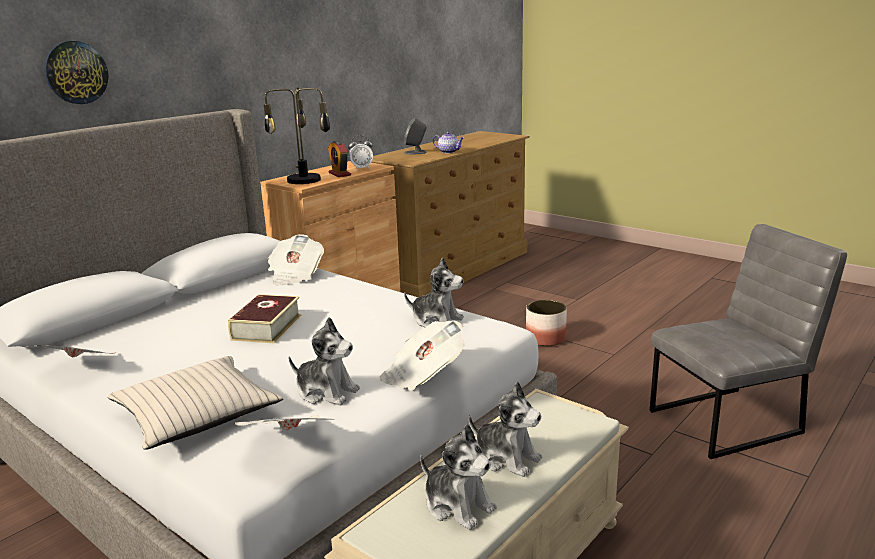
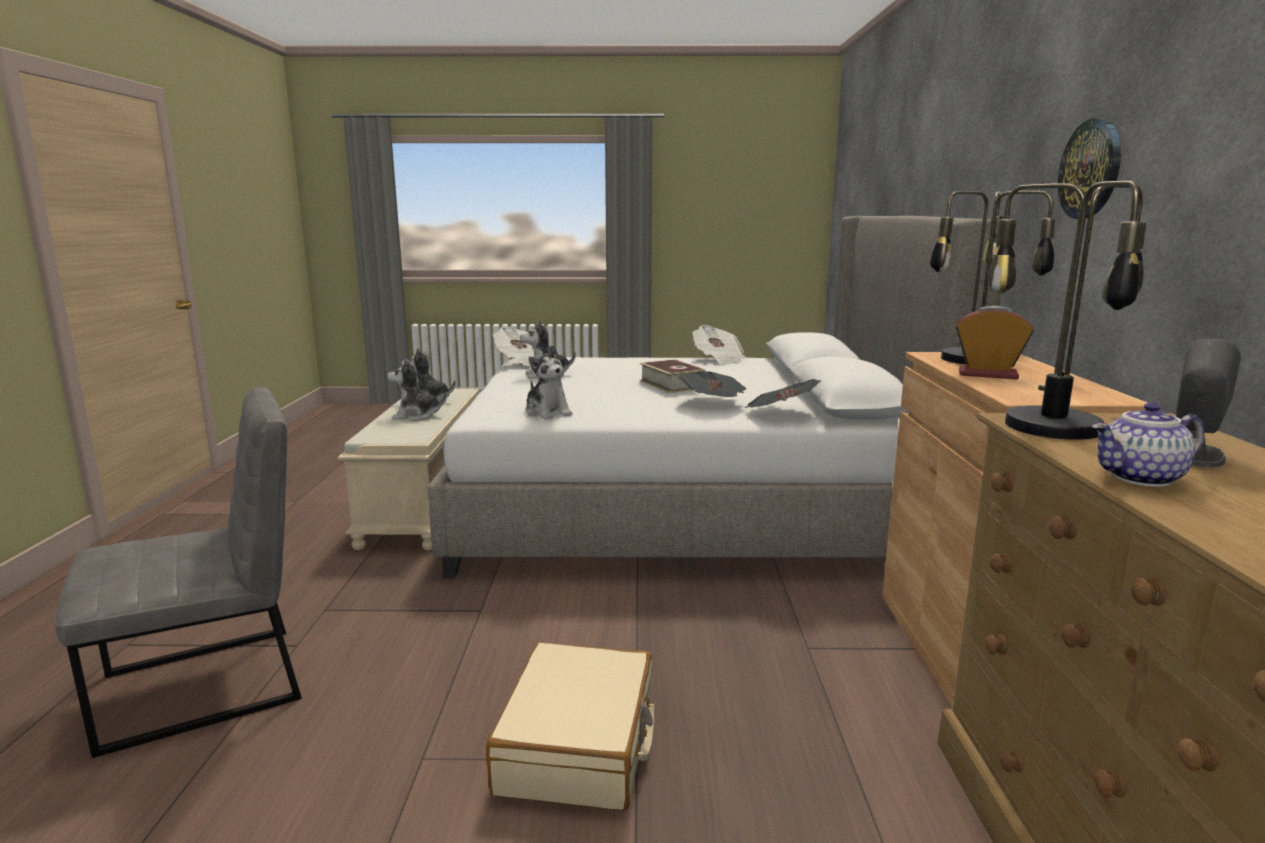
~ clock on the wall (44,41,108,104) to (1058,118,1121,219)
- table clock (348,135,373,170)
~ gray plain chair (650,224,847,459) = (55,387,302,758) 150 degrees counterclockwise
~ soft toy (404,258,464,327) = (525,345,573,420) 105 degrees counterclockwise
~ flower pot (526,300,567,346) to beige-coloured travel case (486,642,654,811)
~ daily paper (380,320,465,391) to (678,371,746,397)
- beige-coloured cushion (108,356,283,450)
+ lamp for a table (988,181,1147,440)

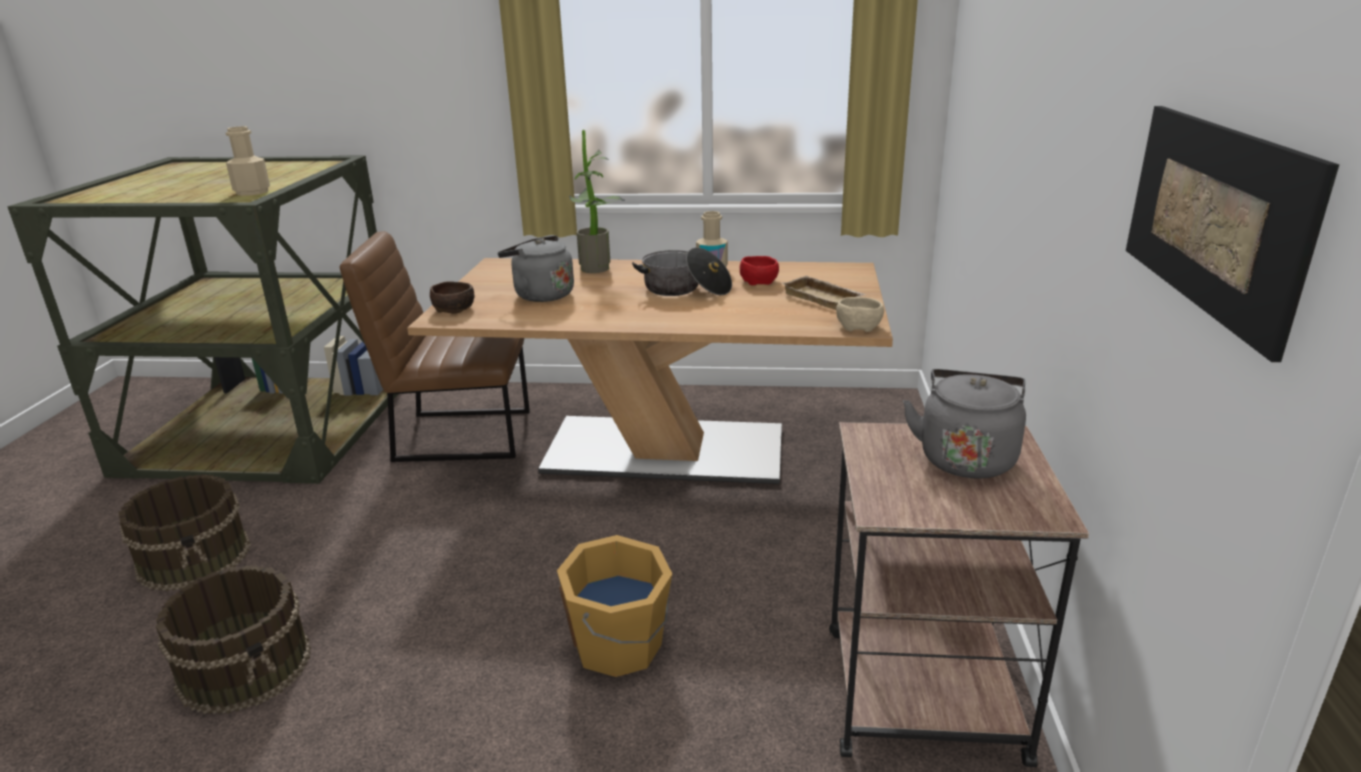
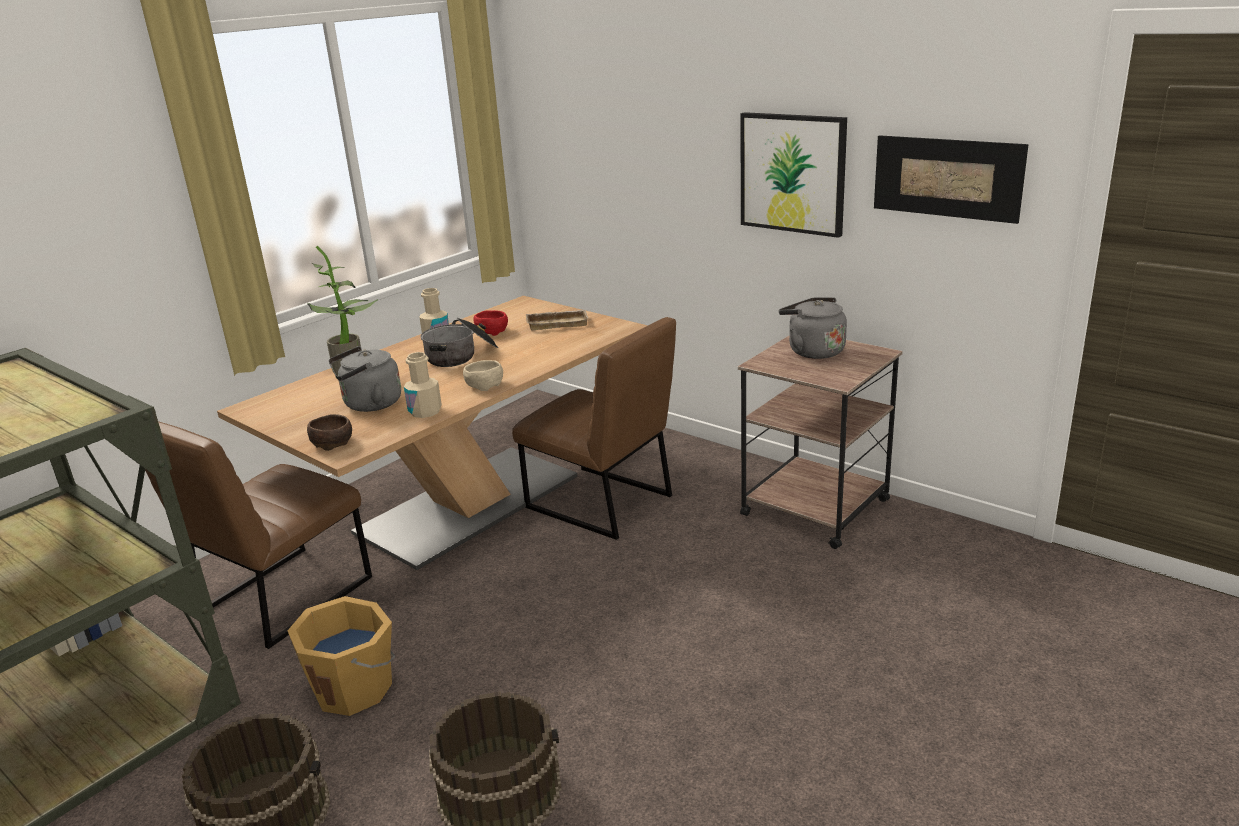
~ beige-coloured drink bottle (226,126,270,196) to (404,352,442,418)
~ beige-coloured serving bowl (836,297,884,332) to (463,360,503,391)
~ orange-coloured pail (557,535,673,677) to (288,596,396,716)
+ wall picture (740,112,847,238)
+ brown-coloured plain chair (512,317,676,540)

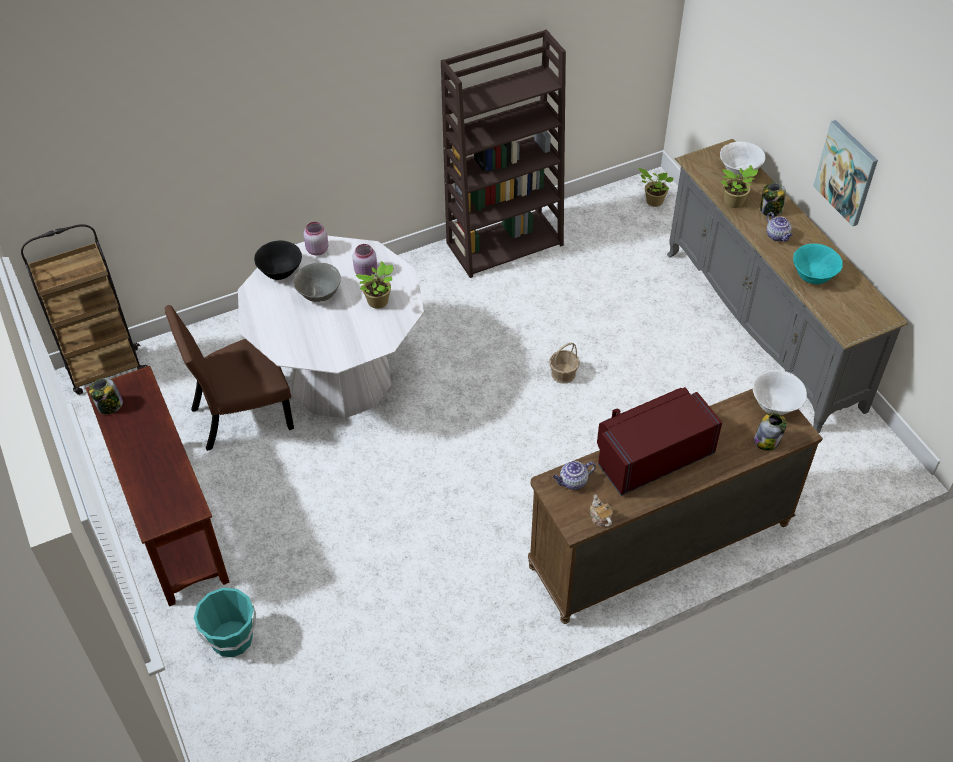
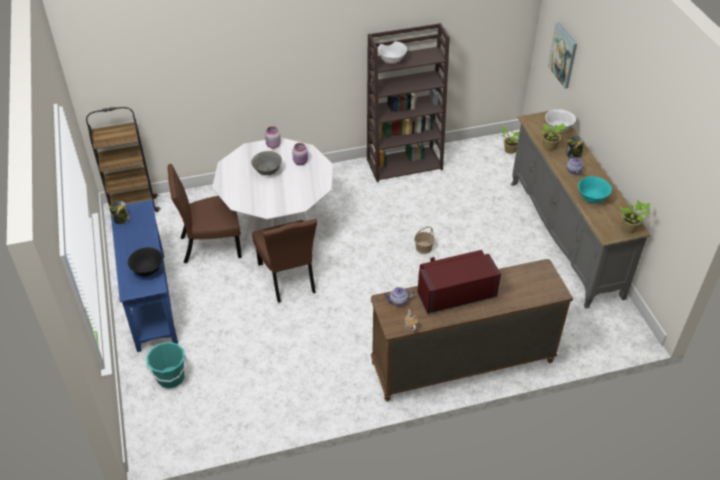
~ wall picture (813,120,878,226) to (548,22,577,88)
~ blackish serving bowl (254,241,302,280) to (128,247,163,276)
~ potted plant (356,261,393,309) to (619,200,651,233)
~ brown-coloured console table (86,366,230,606) to blue-coloured console table (111,200,178,352)
~ whitish serving bowl (753,370,807,415) to (378,41,407,64)
- preserve jar (754,413,787,451)
+ brown-coloured plain chair (252,219,317,303)

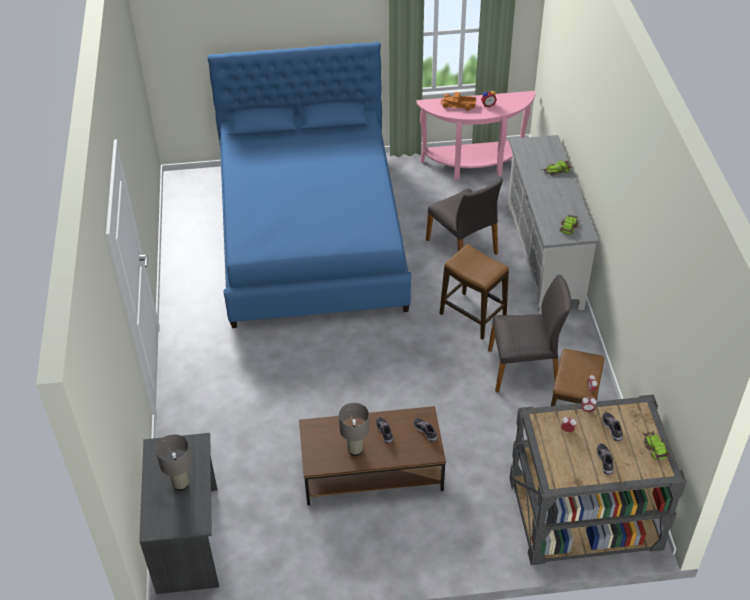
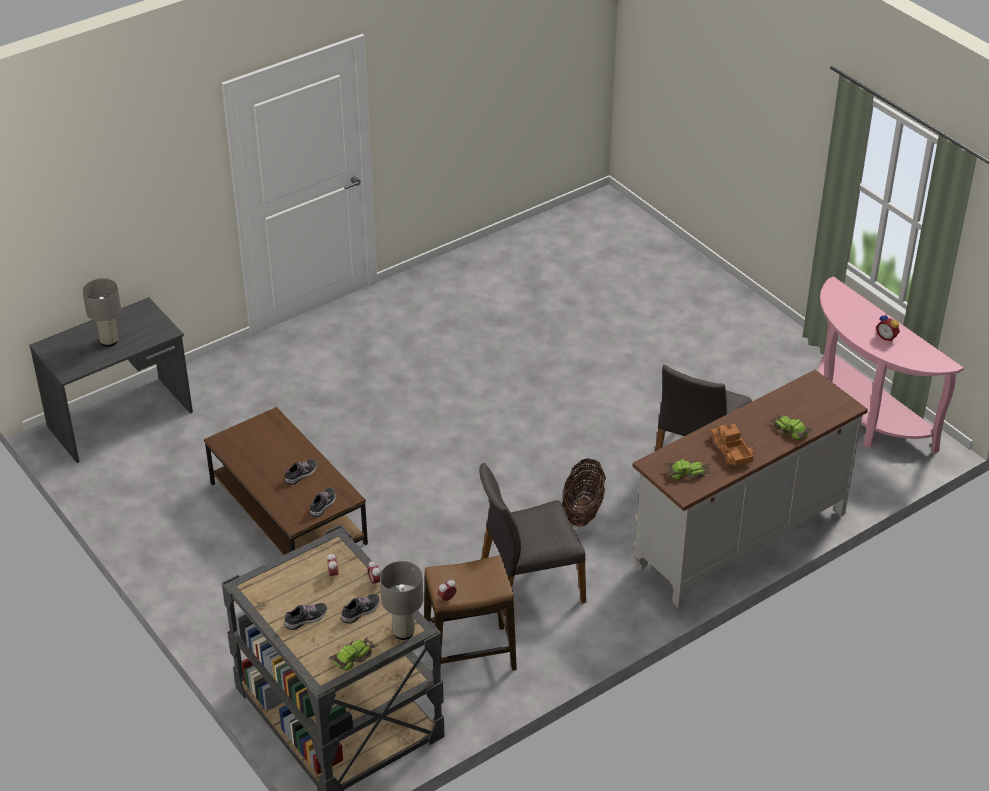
- blue-coloured bed (208,42,412,328)
~ model truck (441,92,476,111) to (710,424,754,466)
~ gray dresser (507,135,599,314) to brown-coloured dresser (632,370,868,608)
~ stool (440,244,509,340) to storage basket (562,458,606,527)
~ gray plain chair (488,274,572,392) = (479,463,586,617) 105 degrees clockwise
~ gray lamp for a table (339,403,369,456) to (380,561,423,640)

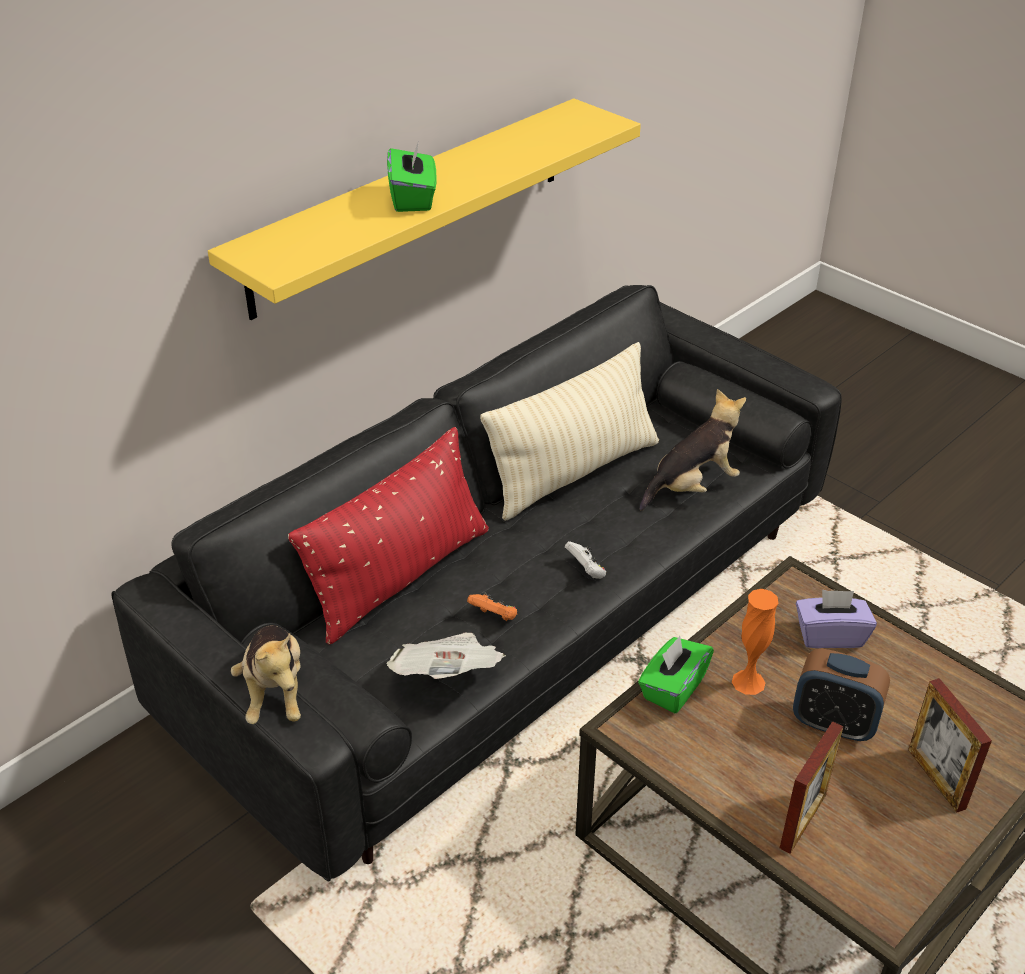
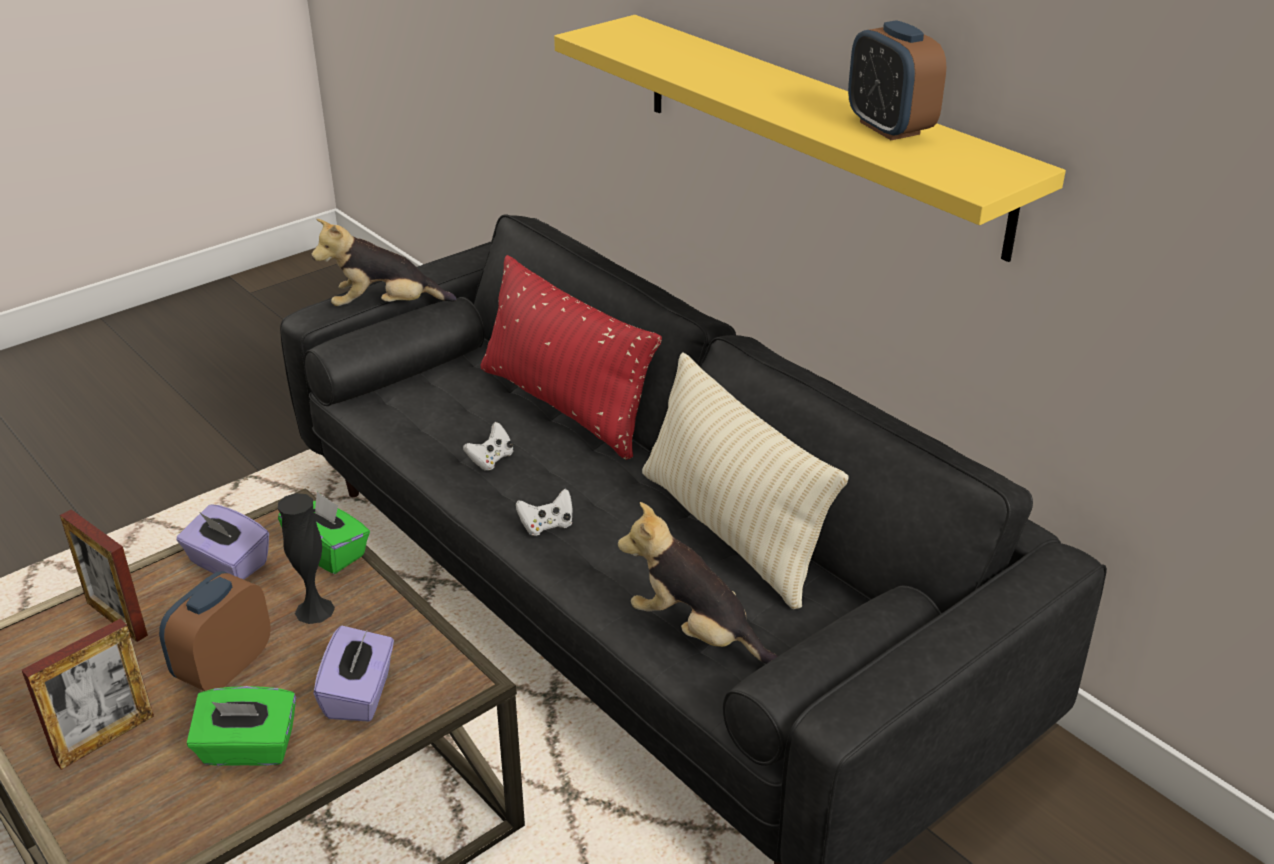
~ green tissue box (387,143,436,212) to (187,686,296,766)
~ soft toy (639,389,746,511) = (618,502,778,664) 150 degrees clockwise
~ orange-coloured vase (732,589,778,695) to blackish vase (278,493,335,624)
~ orange-coloured game controller (467,592,517,621) to whitish game controller (463,422,513,471)
- daily paper (386,633,506,679)
~ picture frame (908,678,992,813) = (22,618,154,770) 150 degrees clockwise
+ table clock (848,20,946,140)
+ purple-coloured tissue box (176,505,269,580)

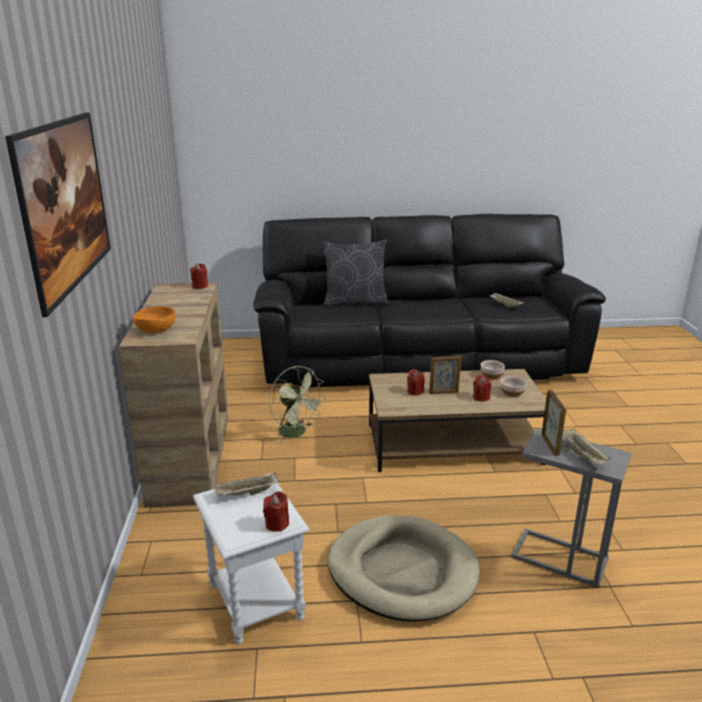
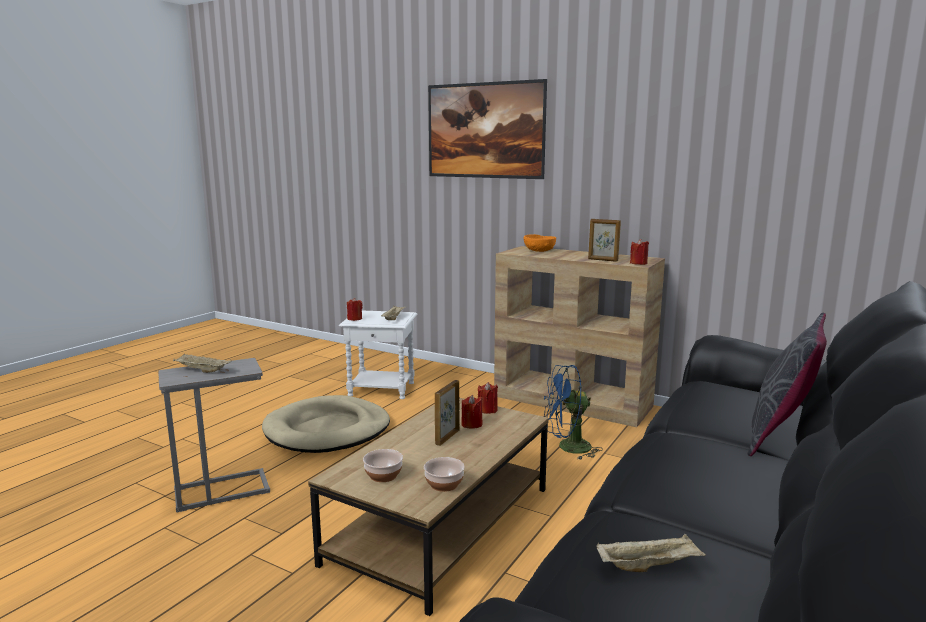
~ green fan (269,366,326,443) to blue-coloured fan (544,365,603,460)
~ red-coloured wax candle (473,375,491,402) to (478,382,498,414)
~ picture frame (541,390,566,456) to (588,219,621,262)

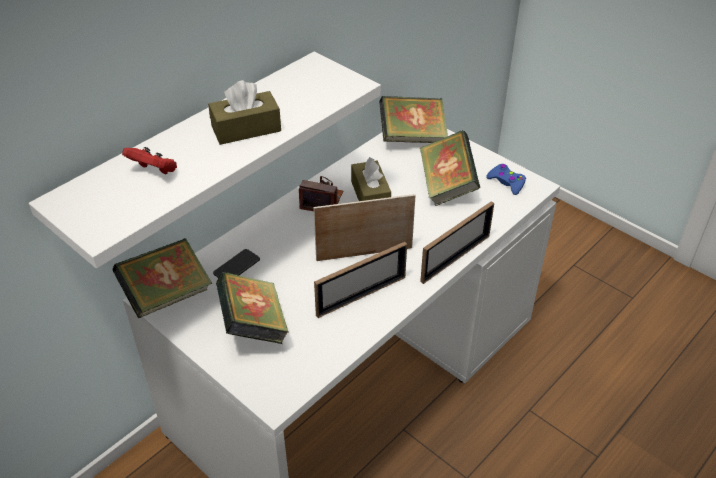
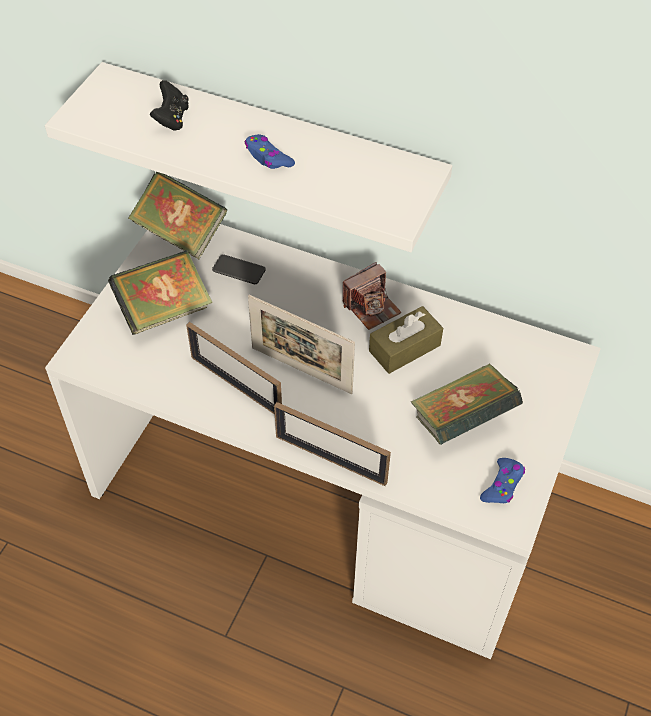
~ brown-coloured tissue box (208,80,281,145) to blue-coloured game controller (245,134,295,169)
- bound book (379,96,448,143)
~ red-coloured game controller (122,147,177,175) to blackish game controller (150,80,189,131)
~ photo camera (299,176,343,211) = (343,262,401,330) 60 degrees clockwise
~ picture frame (313,194,416,261) = (248,295,355,394) 150 degrees clockwise

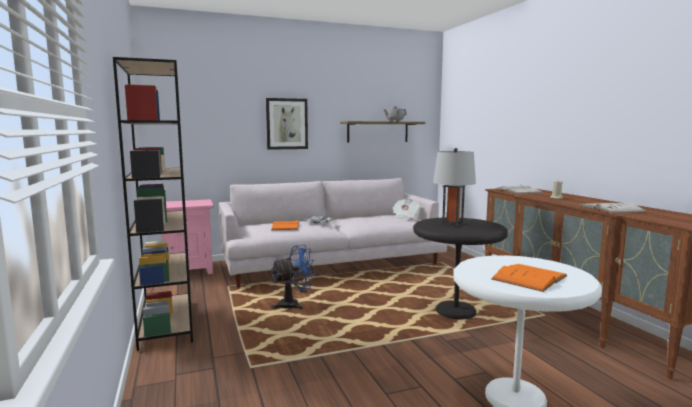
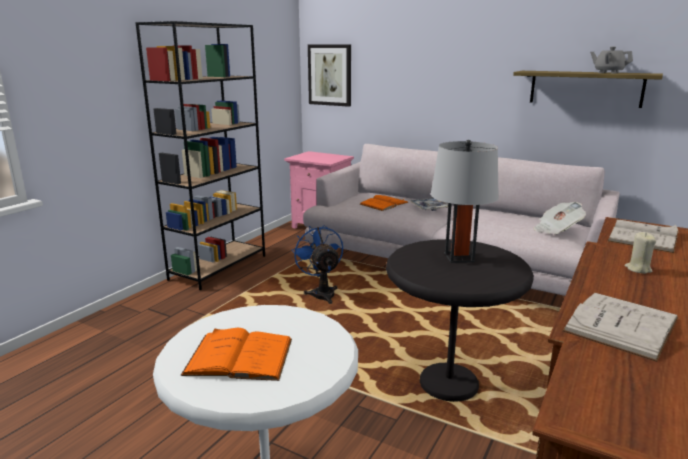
~ wall picture (266,98,308,150) to (308,44,351,107)
~ blue-coloured fan (271,245,316,309) = (292,225,343,304) 135 degrees counterclockwise

